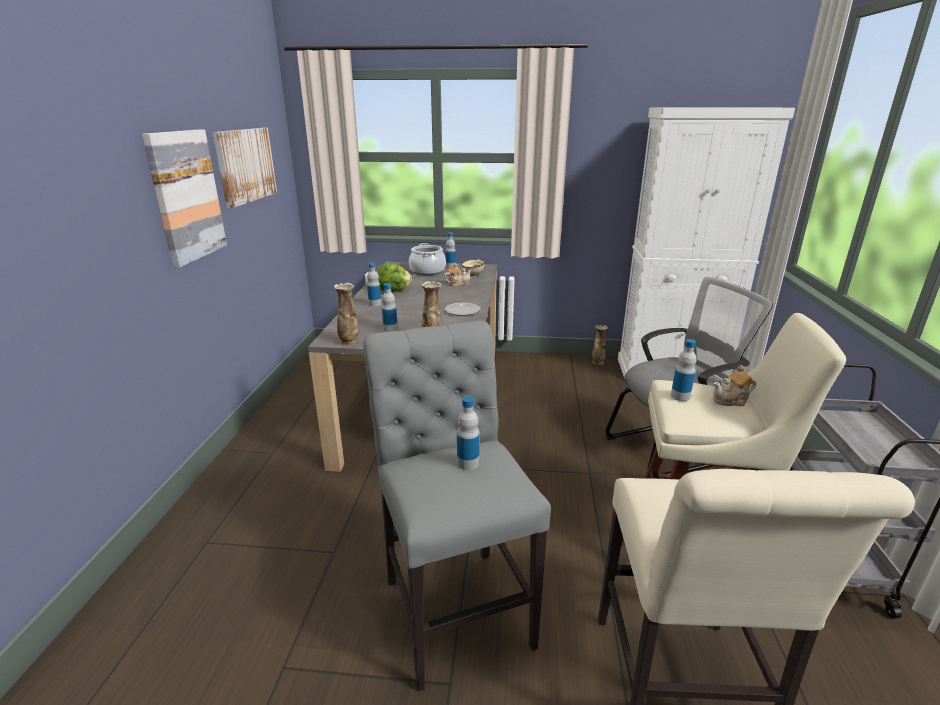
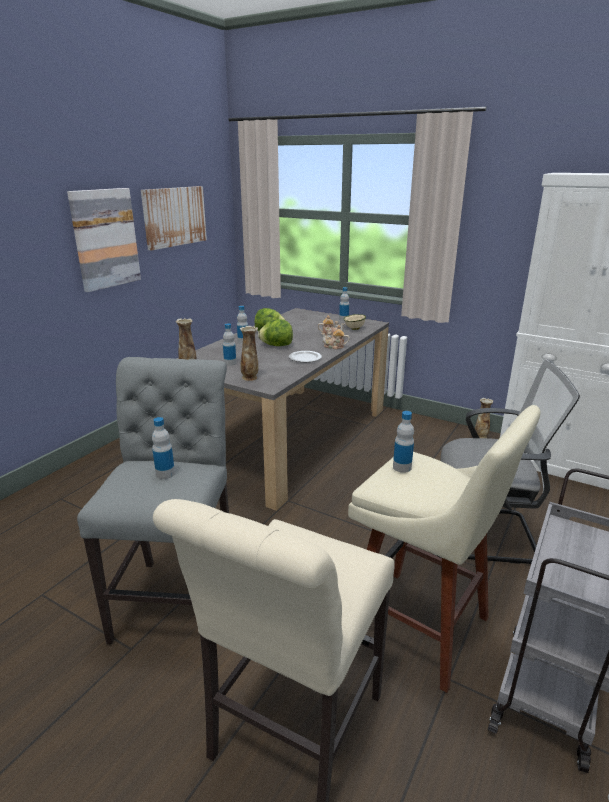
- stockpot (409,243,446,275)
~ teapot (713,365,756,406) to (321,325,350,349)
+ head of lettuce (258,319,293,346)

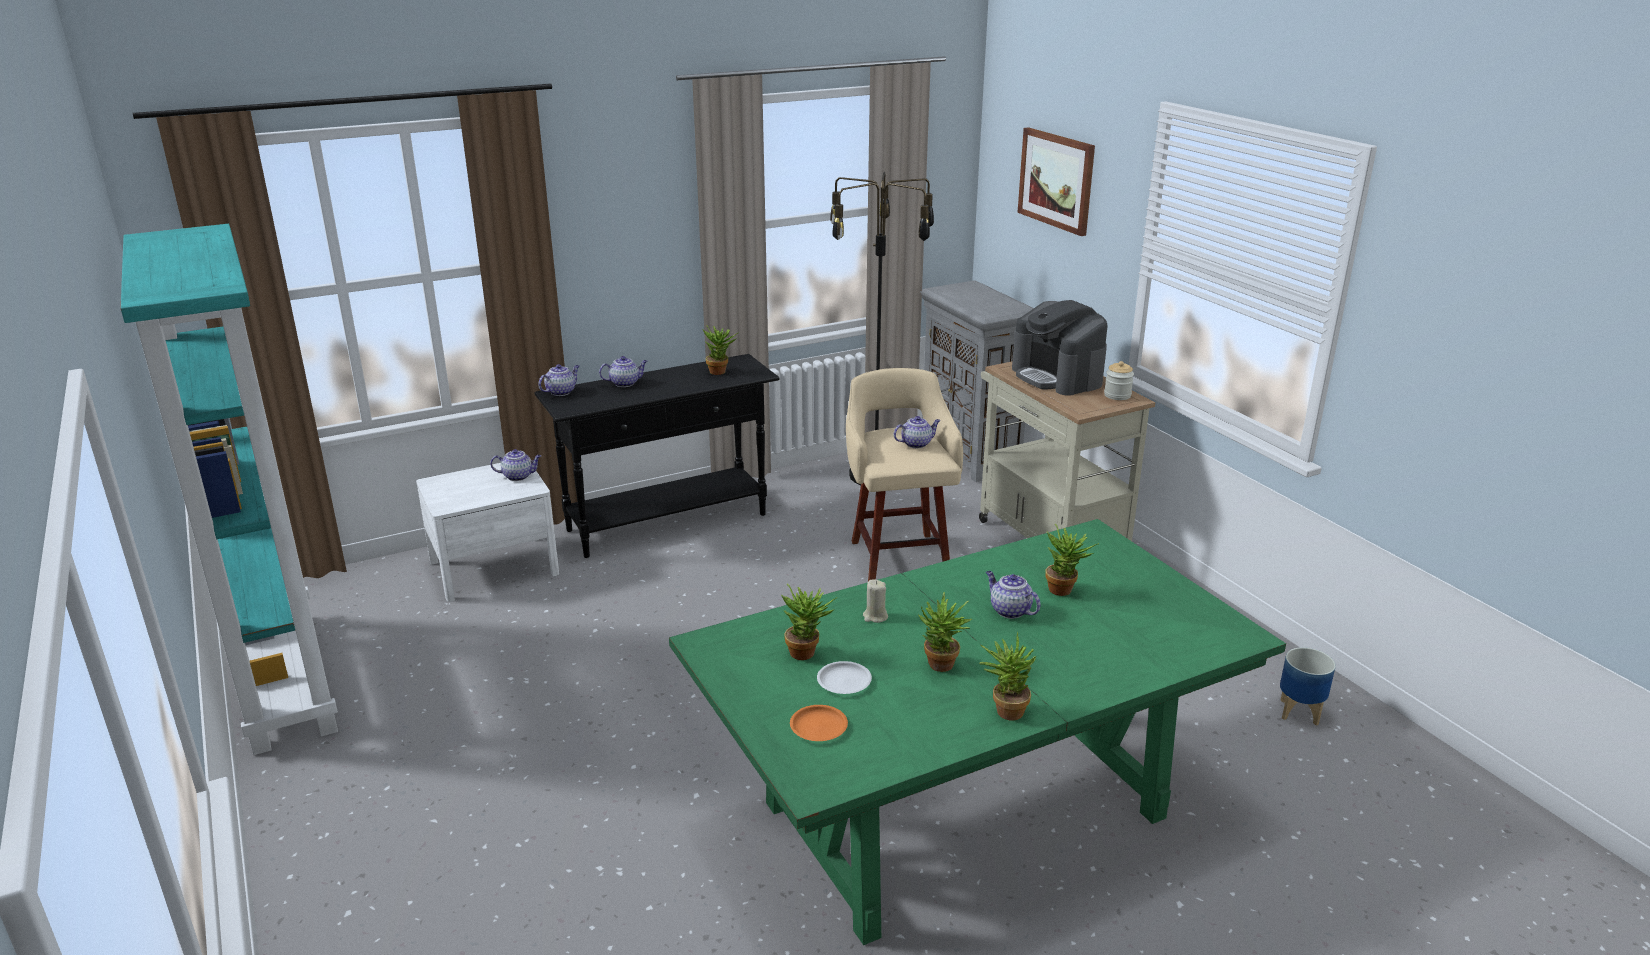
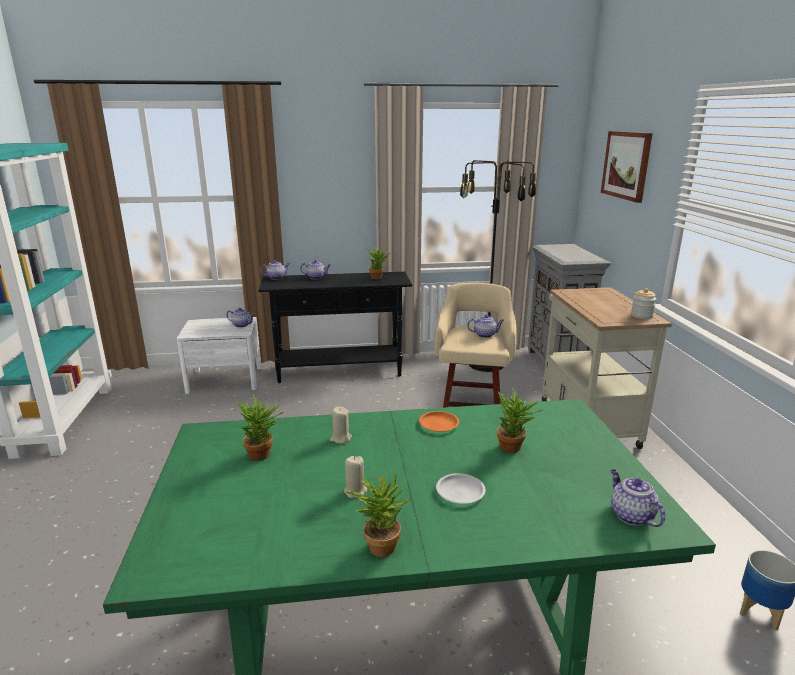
- coffee brewer (1012,300,1108,396)
~ teapot (986,571,1041,619) to (611,469,666,527)
~ potted plant (919,592,972,672) to beige-coloured wax candle (344,456,367,498)
~ whitish plate (817,661,872,694) to (436,473,486,504)
~ orange-coloured plate (790,705,848,741) to (419,411,459,432)

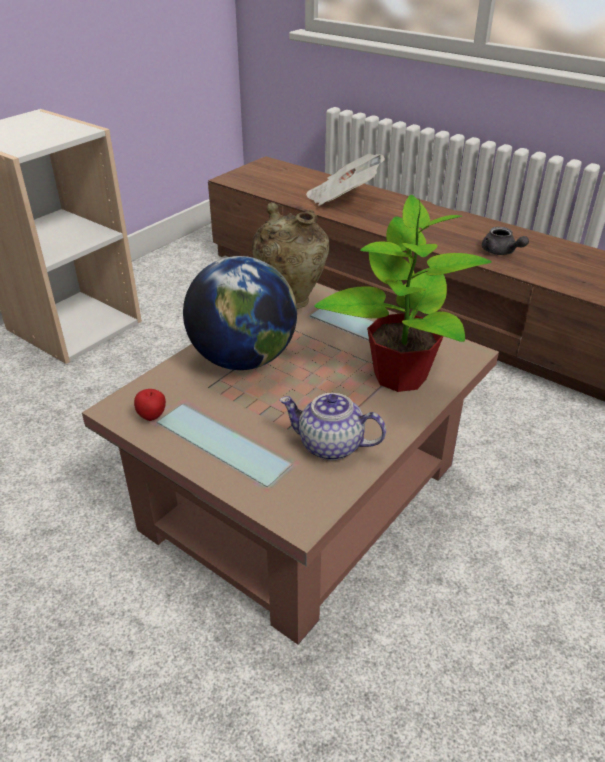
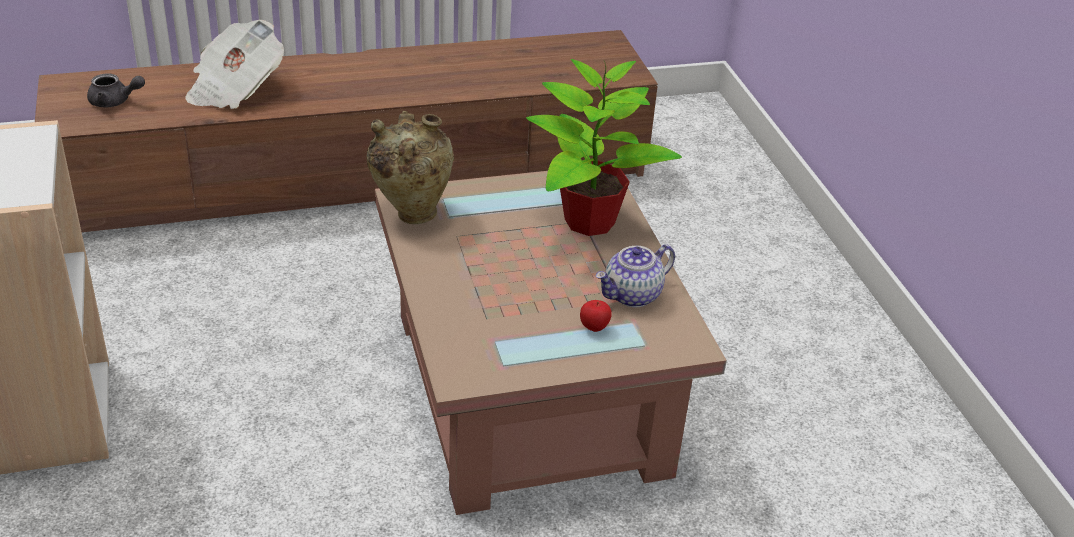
~ gray teapot (482,227,529,255) to (87,74,145,107)
- globe (183,256,297,370)
~ whole apple (134,389,166,421) to (580,300,612,332)

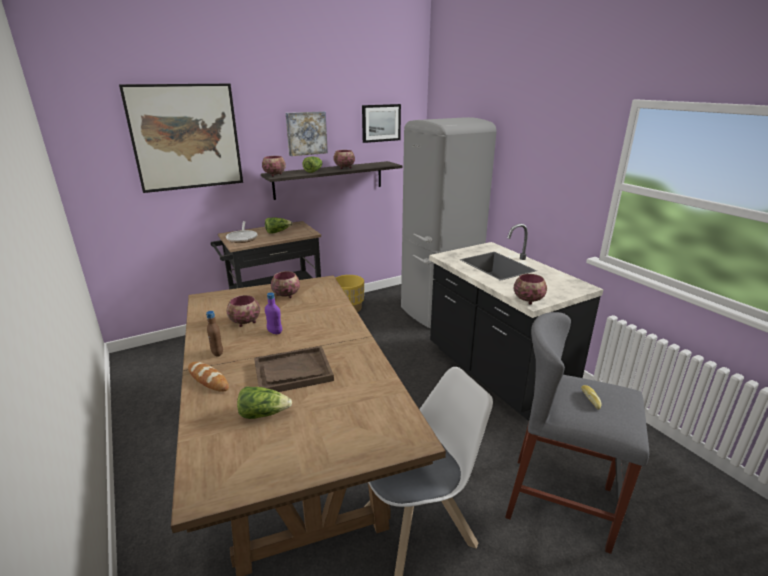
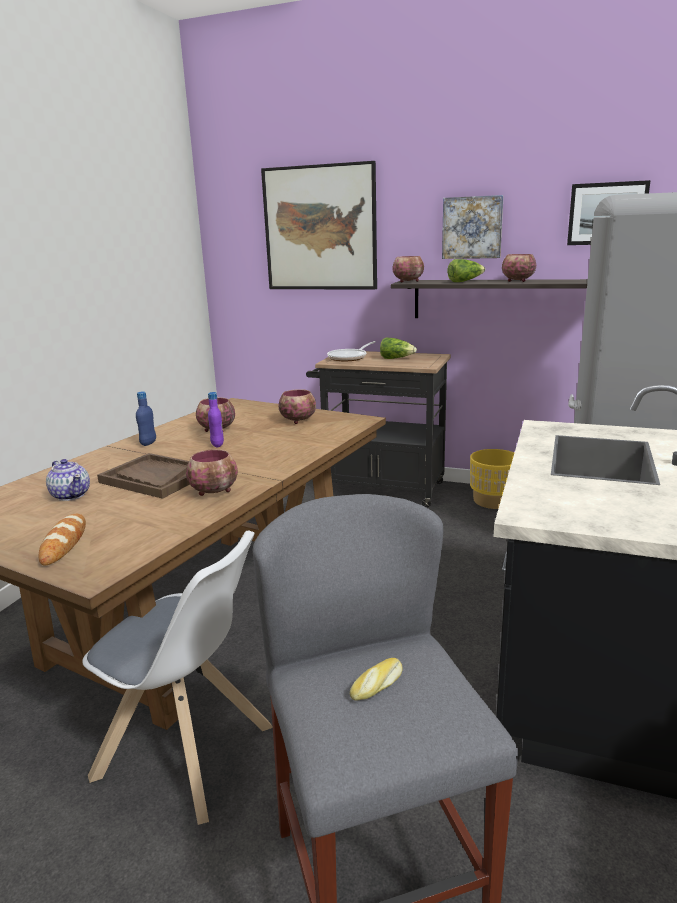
~ serving bowl (514,274,547,305) to (186,449,238,496)
~ brown-coloured drink bottle (206,311,223,357) to blue-coloured drink bottle (136,392,156,446)
~ bakery bread (188,362,229,392) to (39,514,86,565)
~ head of lettuce (237,386,292,419) to teapot (46,459,90,501)

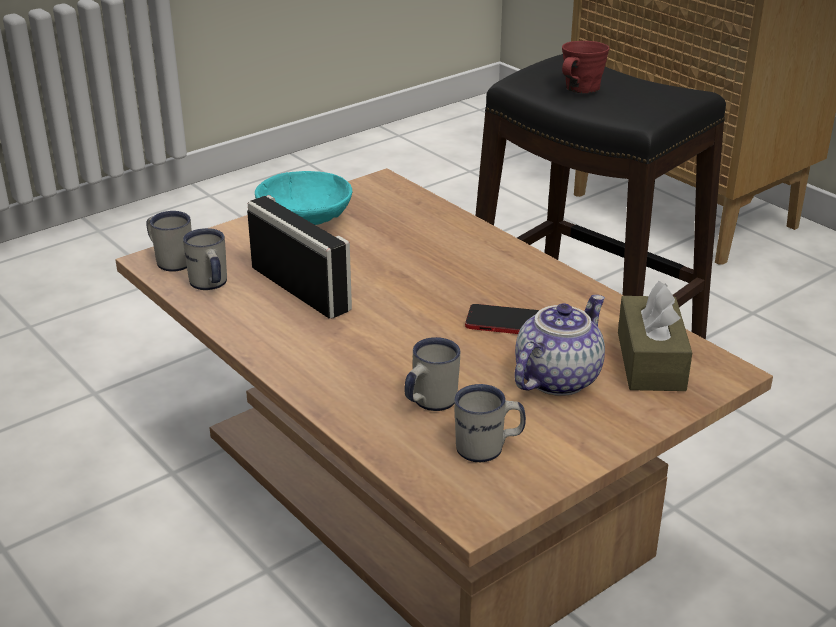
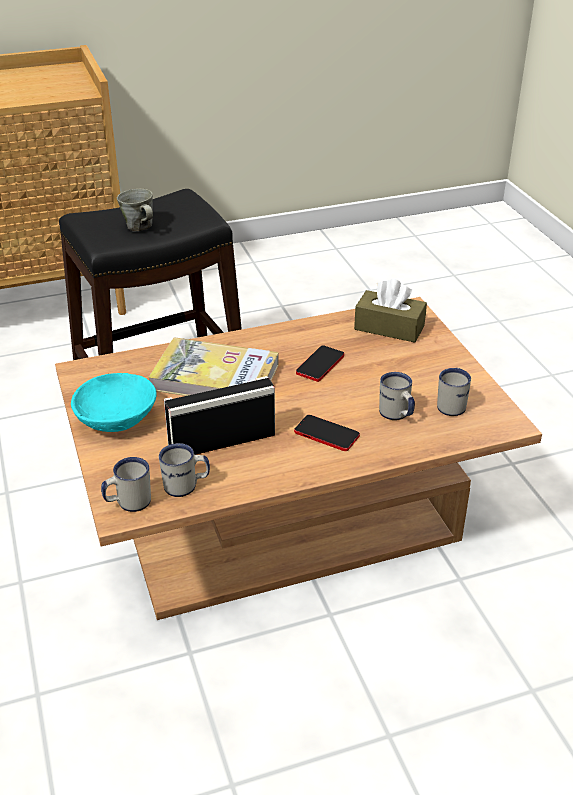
~ red-coloured tea mug (562,41,610,93) to gray tea mug (117,189,153,232)
- teapot (514,295,605,396)
+ bound book (148,338,279,396)
+ phone (294,415,360,451)

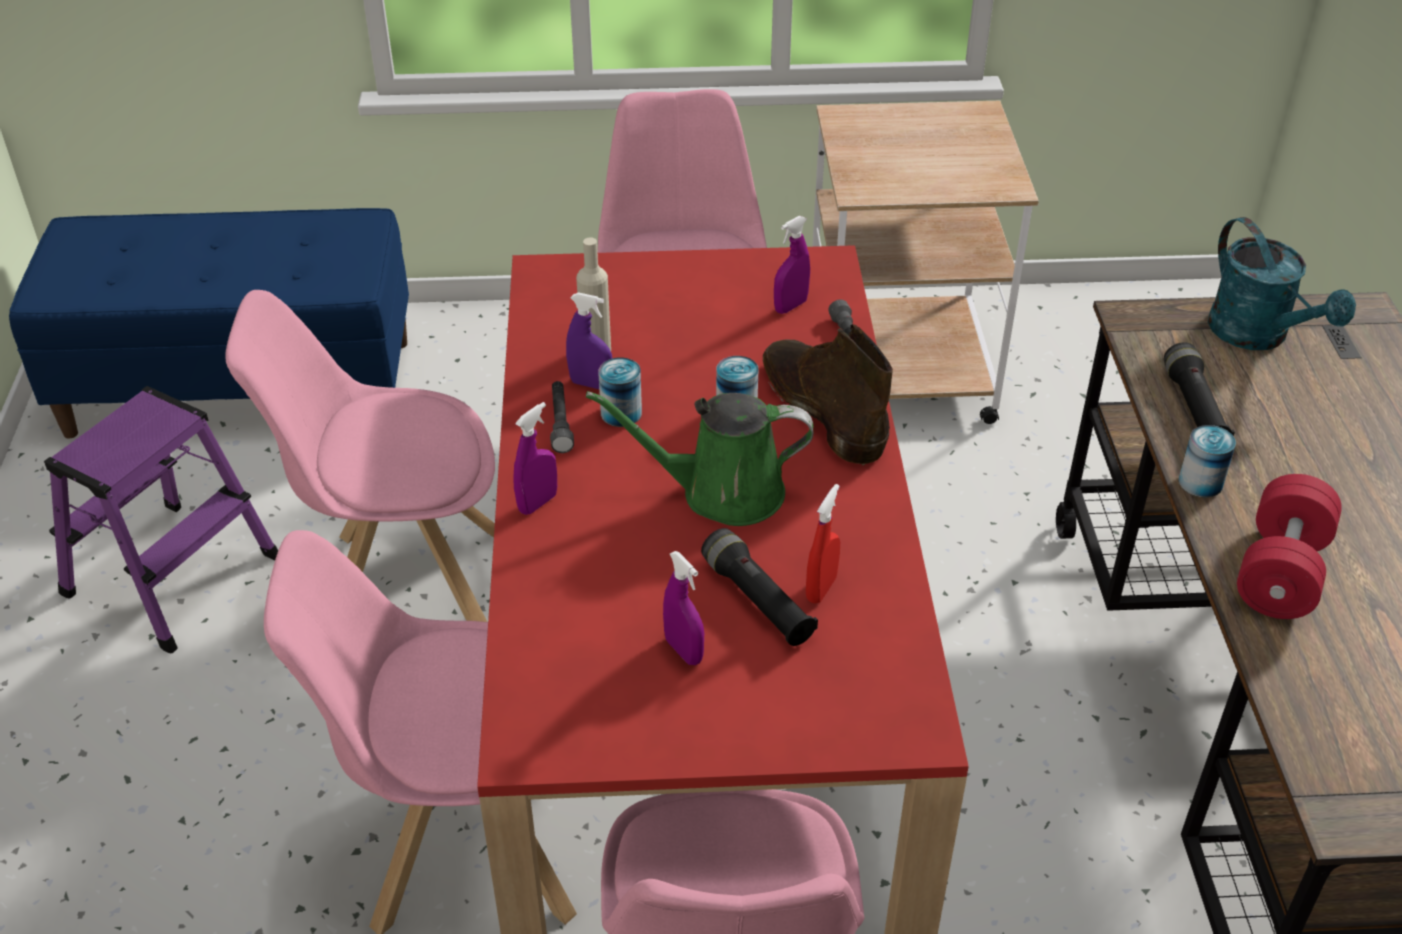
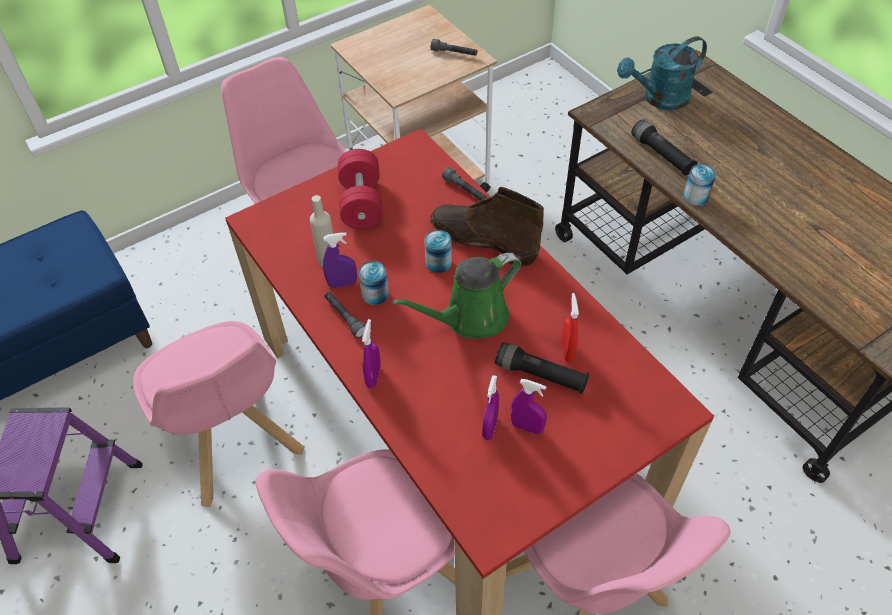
~ purple-coloured sprayer (774,216,810,314) to (482,375,499,440)
~ turquoise-coloured watering can (1208,217,1356,350) = (617,36,707,110) 120 degrees clockwise
~ pink-coloured plain chair (225,290,495,622) = (133,321,305,507) 90 degrees counterclockwise
~ red-coloured hand weight (1237,474,1342,619) to (338,149,383,229)
+ gray torch (431,39,477,56)

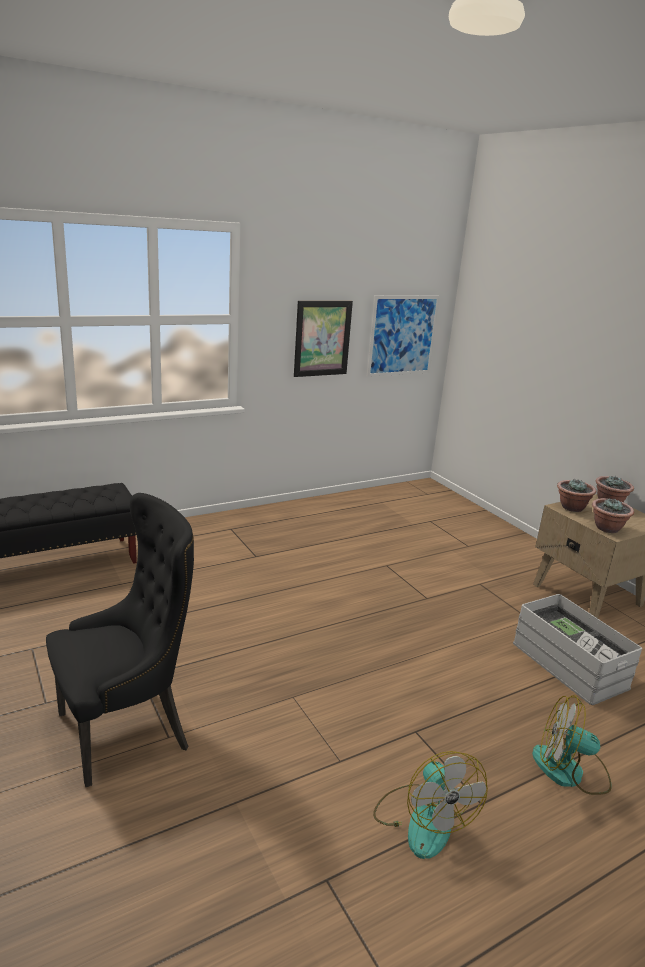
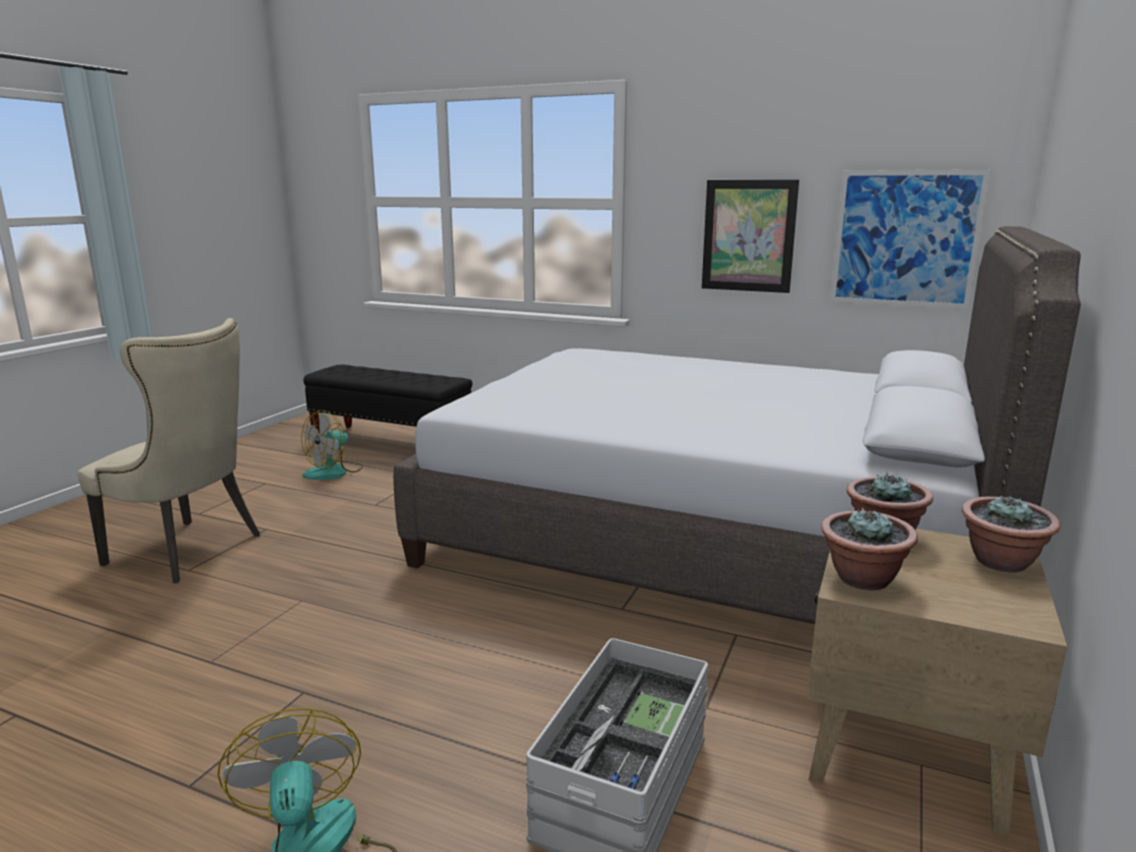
~ blackish plain chair (46,493,194,787) to beige-coloured plain chair (77,318,260,584)
~ fan (373,751,488,859) to (301,410,363,480)
+ gray bed (393,226,1081,624)

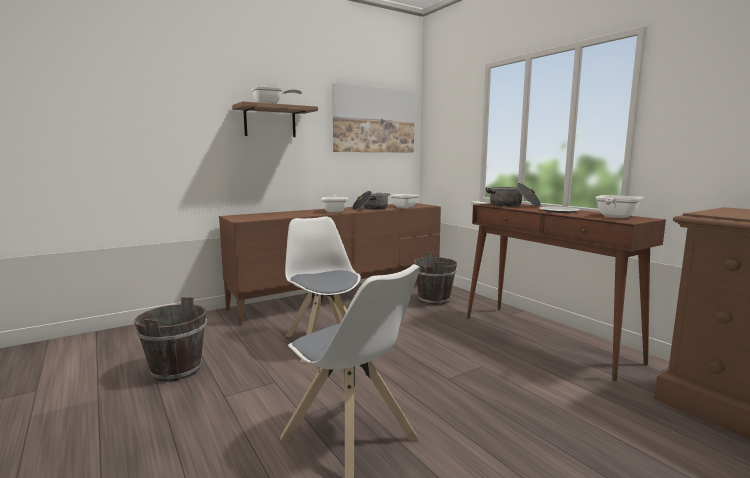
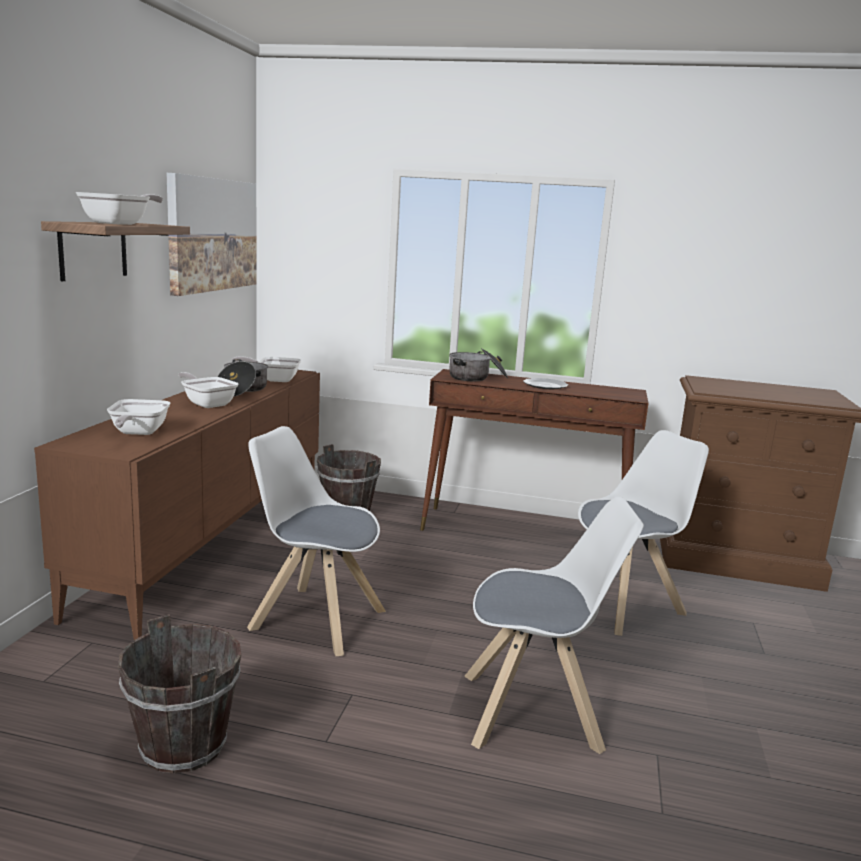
~ frying pan (596,195,643,218) to (107,399,170,435)
+ plain chair (578,430,709,636)

